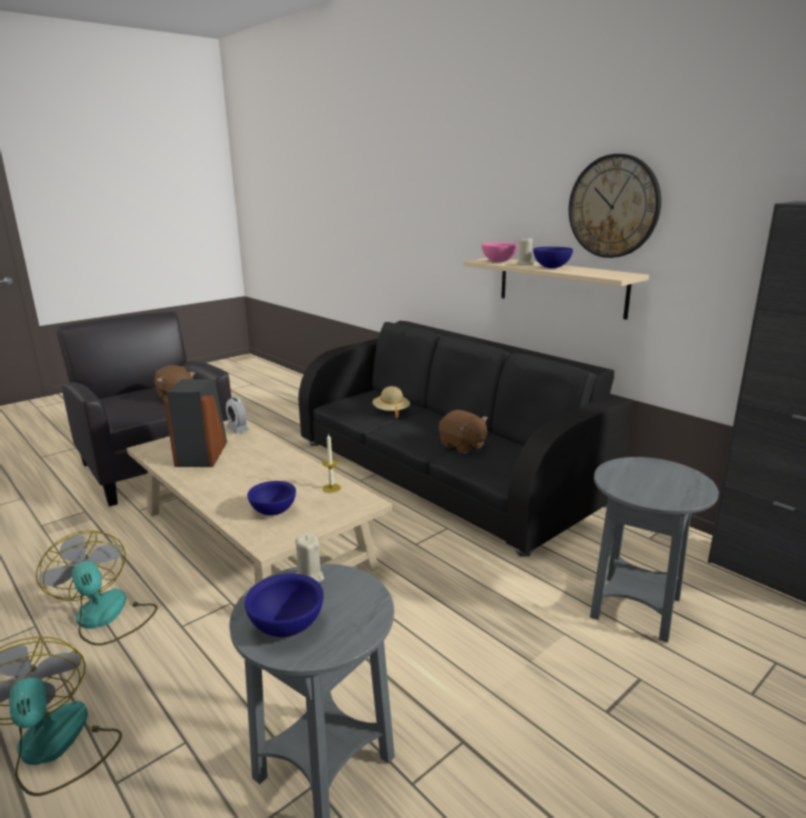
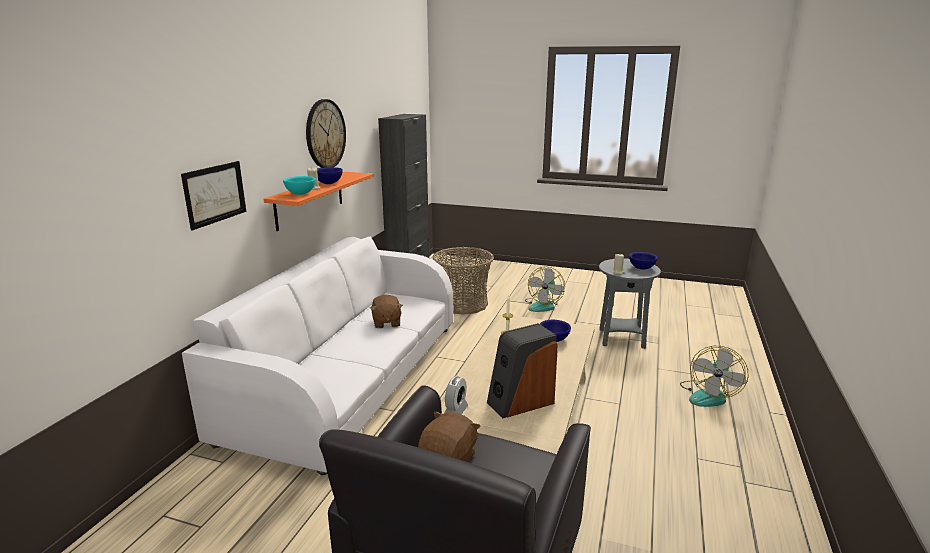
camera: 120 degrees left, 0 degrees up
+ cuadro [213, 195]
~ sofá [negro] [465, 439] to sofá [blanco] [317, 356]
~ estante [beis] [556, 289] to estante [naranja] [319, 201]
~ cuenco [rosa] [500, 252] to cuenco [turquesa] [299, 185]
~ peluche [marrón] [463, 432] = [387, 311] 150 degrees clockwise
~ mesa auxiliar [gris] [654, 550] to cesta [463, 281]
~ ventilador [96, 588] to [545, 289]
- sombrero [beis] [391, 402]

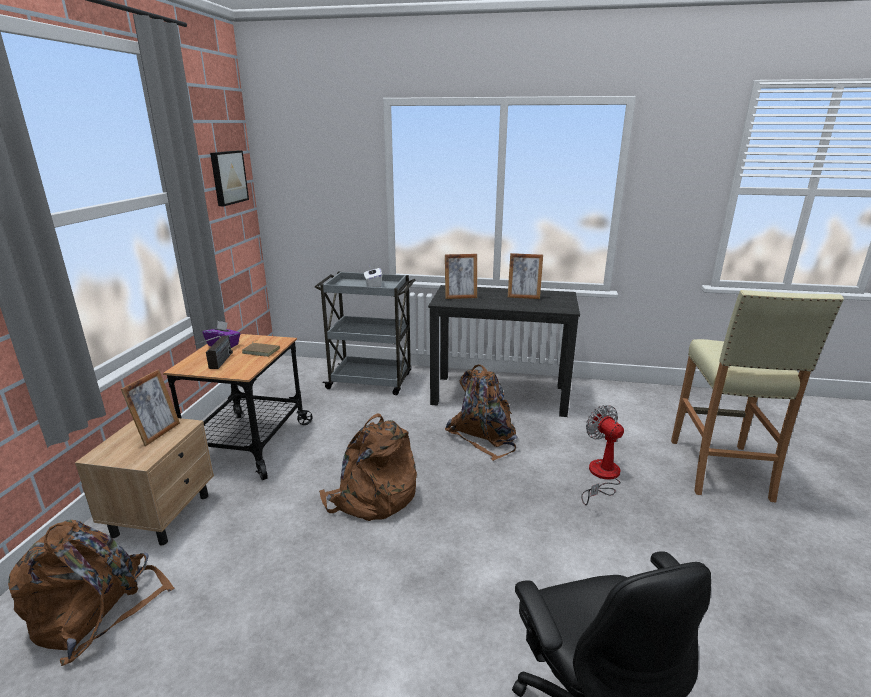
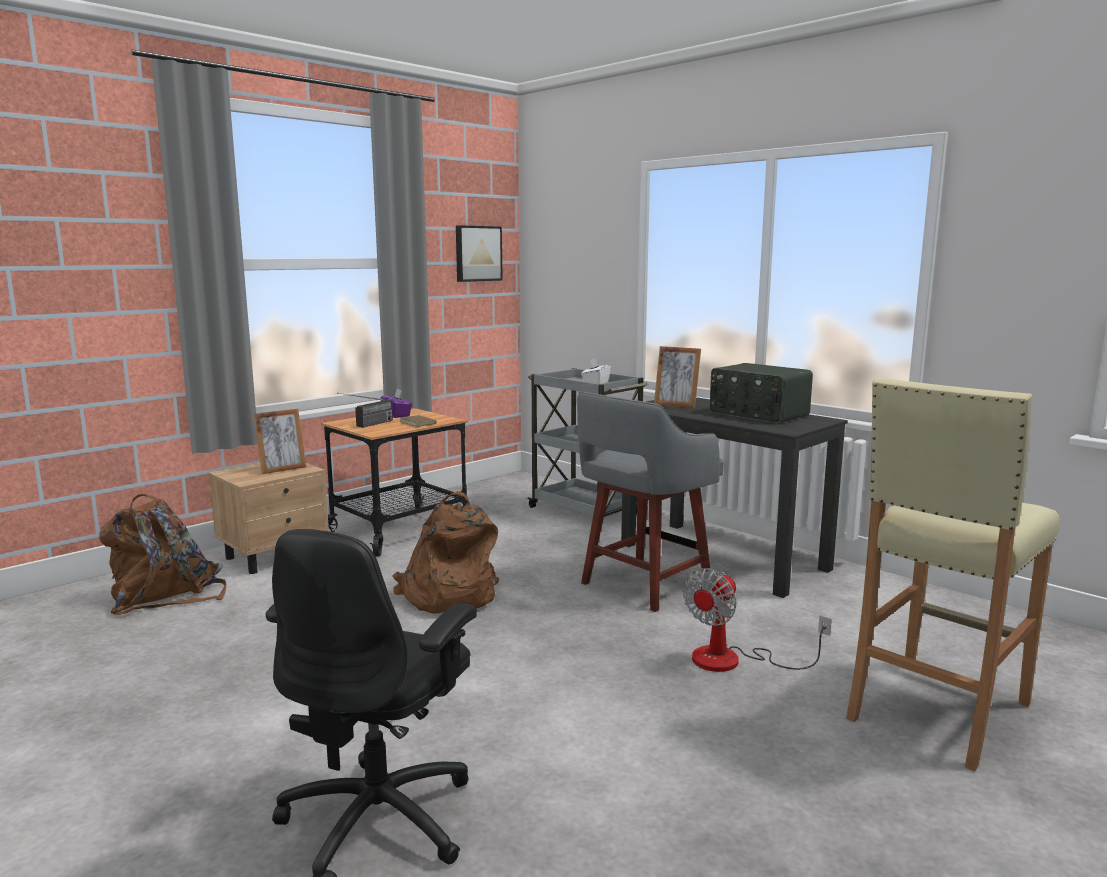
camera: 35 degrees right, 10 degrees down
~ mochila [marrón] [481, 413] to taburete [gris] [650, 502]
~ ventilador [602, 455] = [757, 620] 150 degrees counterclockwise
~ portarretratos [525, 276] to radio [761, 393]

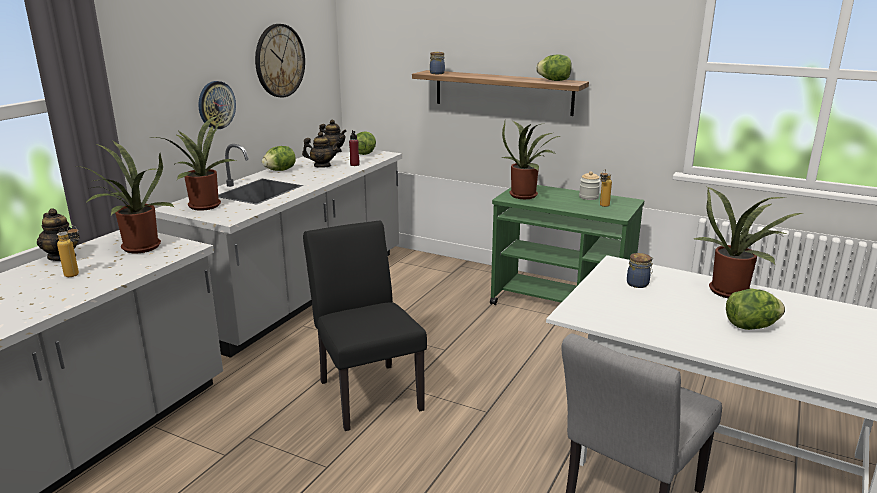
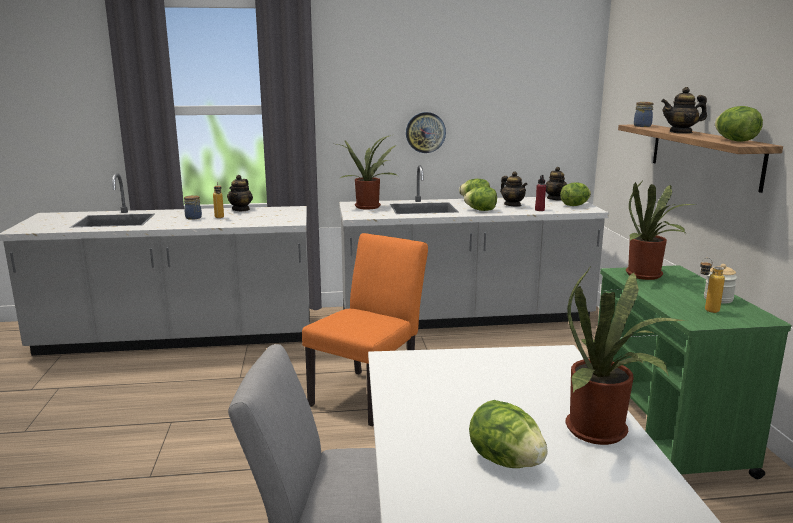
camera: 55 degrees right, 5 degrees down
~ tarro [640, 270] to [193, 207]
~ silla [negro] [365, 326] to silla [naranja] [365, 330]
+ lechuga [480, 199]
+ tetera [684, 110]
- planta en maceta [126, 197]
- reloj de pared [280, 61]

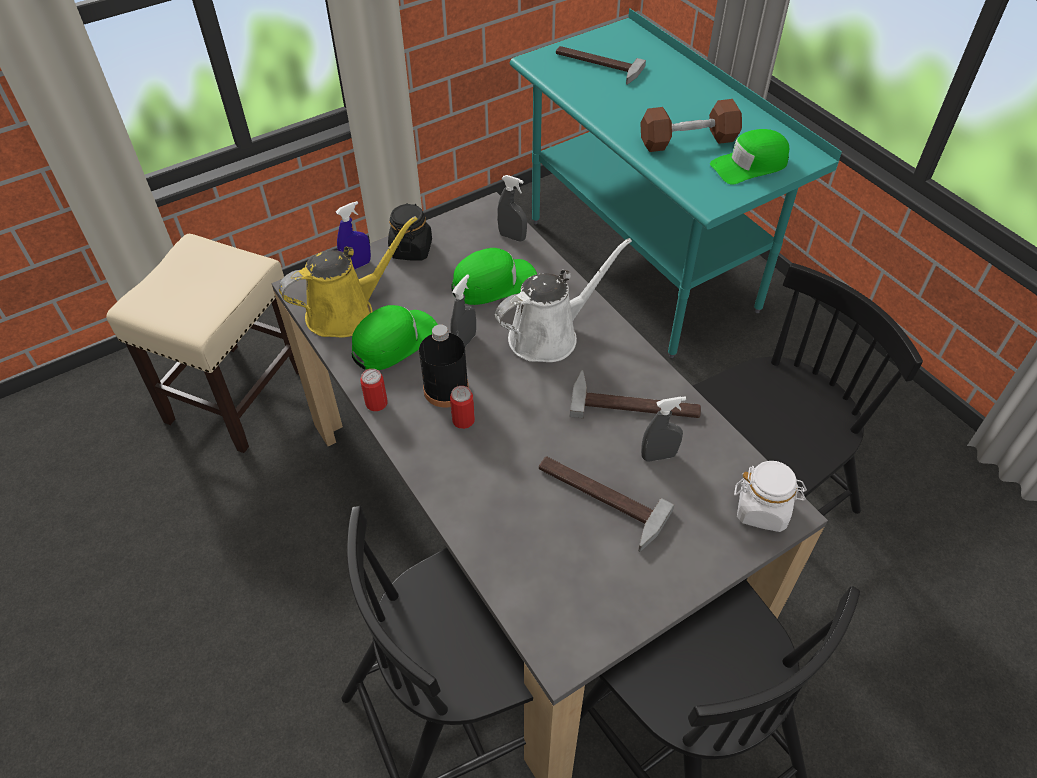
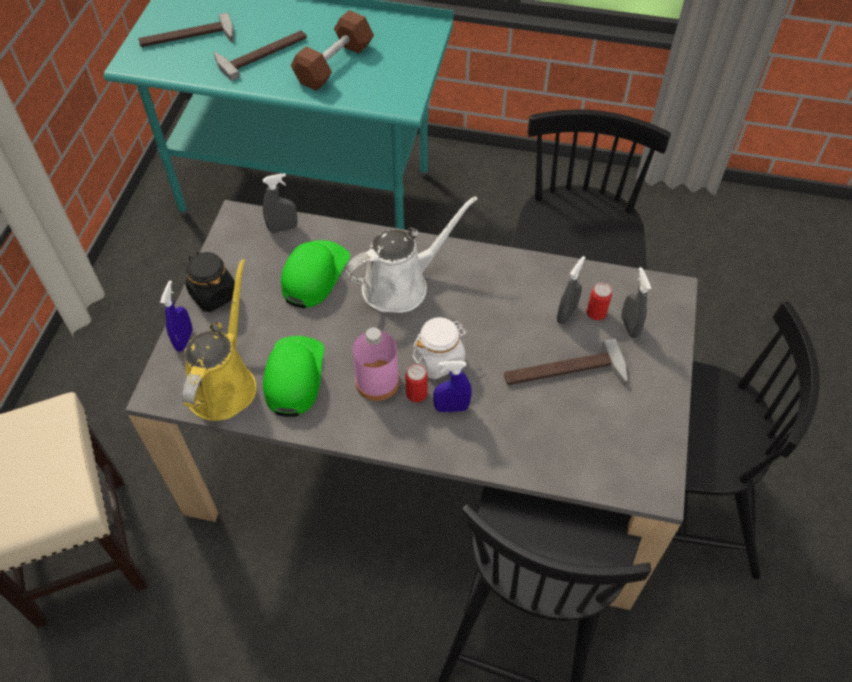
camera: 45 degrees left, 5 degrees up
~ martillo [635, 394] to [260, 55]
~ regadera [blanco] [563, 300] = [412, 254] 45 degrees clockwise
~ botella [negro] [444, 366] to botella [rosa] [375, 364]
~ tarro [blanco] [770, 496] to [440, 348]
+ pulverizador [azul] [452, 386]
~ lata [374, 390] to [599, 301]
~ pulverizador [gris] [463, 310] to [636, 302]
- gorra [verde] [749, 157]

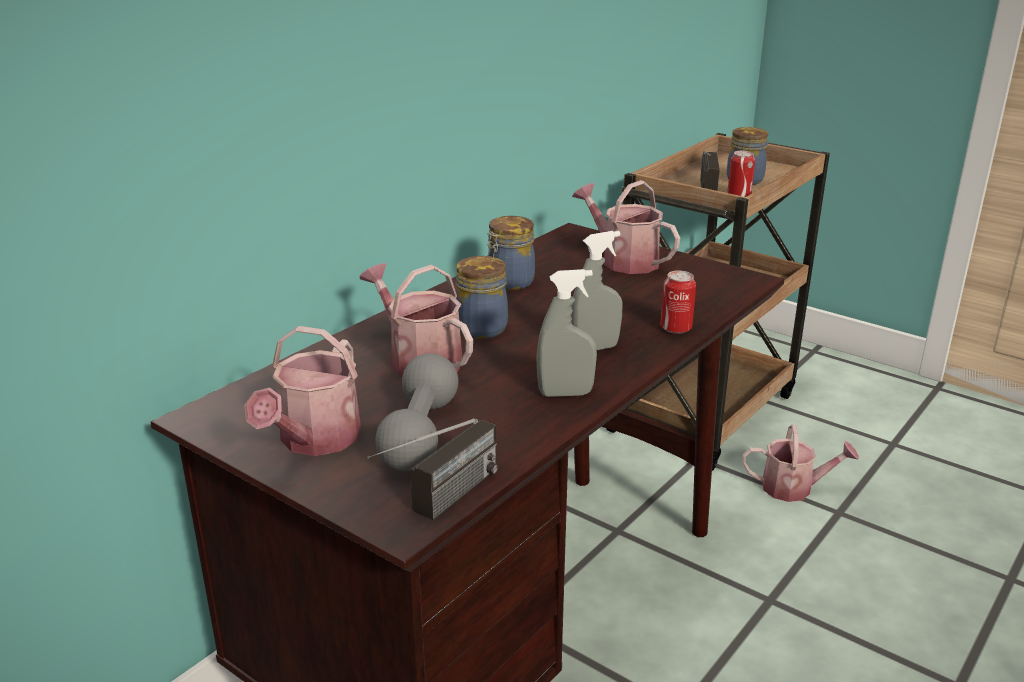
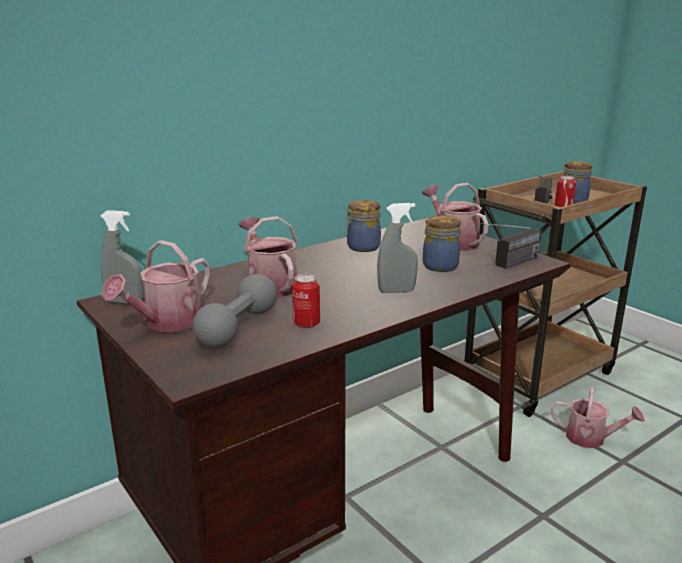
camera: 15 degrees right, 5 degrees down
~ pulverizador [gris] [566, 333] to [121, 256]
~ lata [678, 302] to [306, 301]
~ tarro [482, 297] to [442, 243]
~ radio [432, 469] to [511, 246]

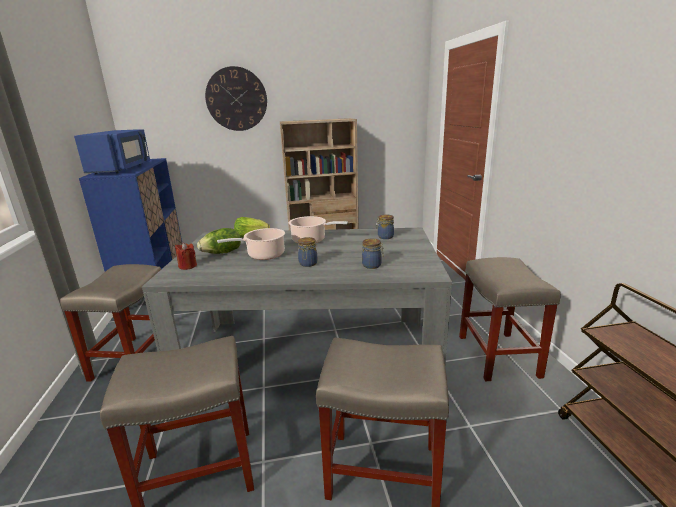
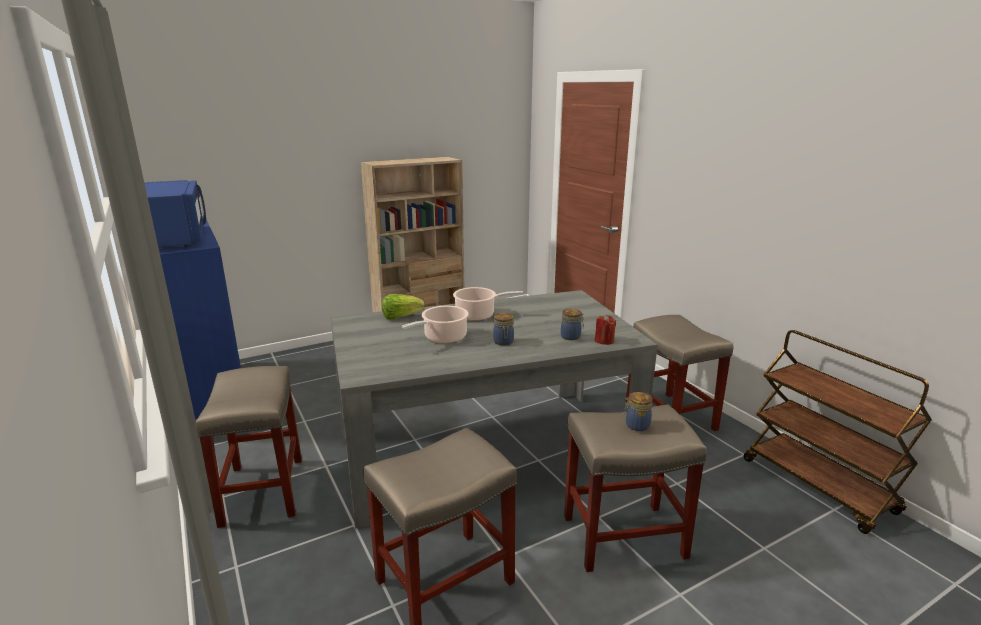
camera: 20 degrees left, 0 degrees up
~ vela [rojo] [186, 256] to [605, 330]
~ tarro [385, 226] to [638, 411]
- lechuga [219, 241]
- reloj de pared [236, 98]

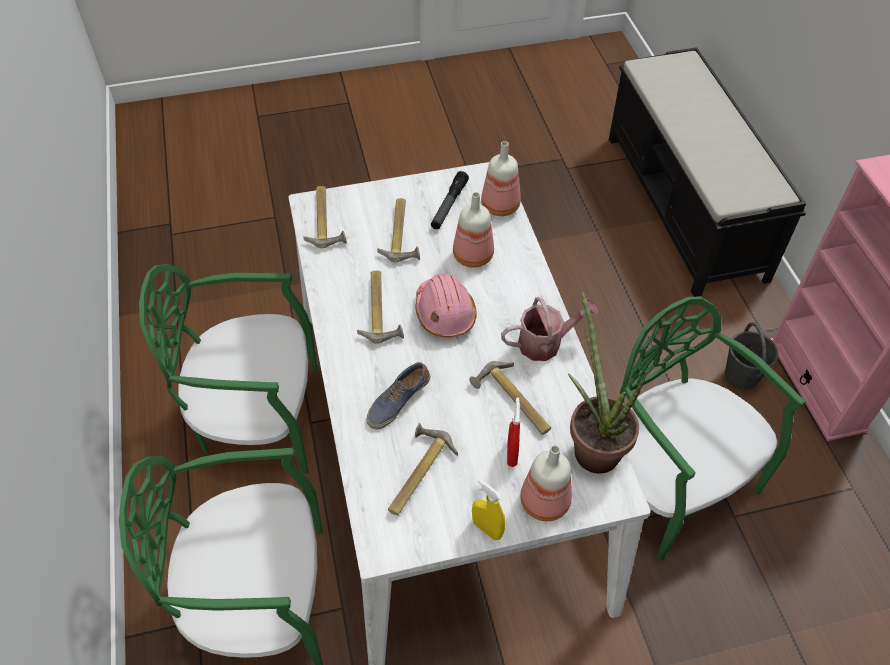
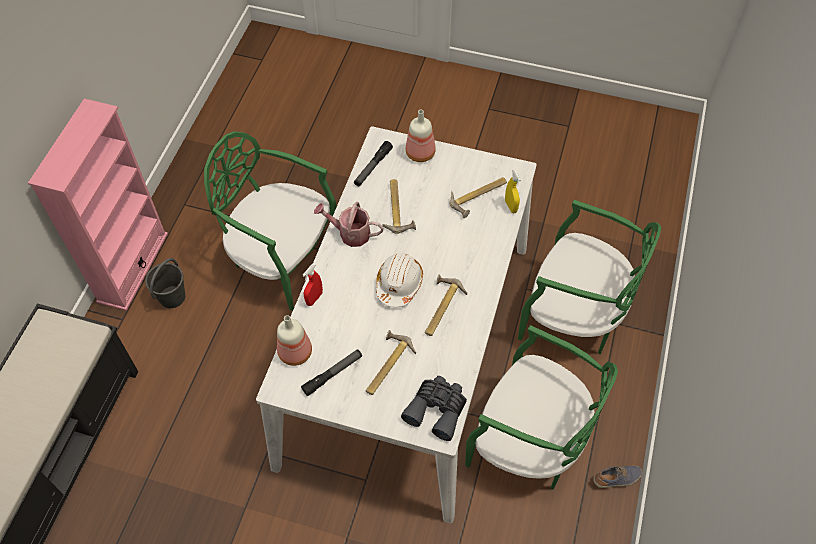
camera: 150 degrees left, 5 degrees up
~ silla [verde] [713, 428] = [270, 221] 120 degrees clockwise
~ pulverizador [rojo] [513, 432] to [313, 285]
~ planta en maceta [607, 381] to linterna [373, 163]
~ casco [rosa] [446, 306] to casco [blanco] [399, 280]
~ martillo [325, 217] to prismáticos [gris] [434, 408]
~ pulverizador [amarillo] [488, 509] to [513, 191]
~ zapato [398, 395] to [618, 477]
- botella [473, 229]

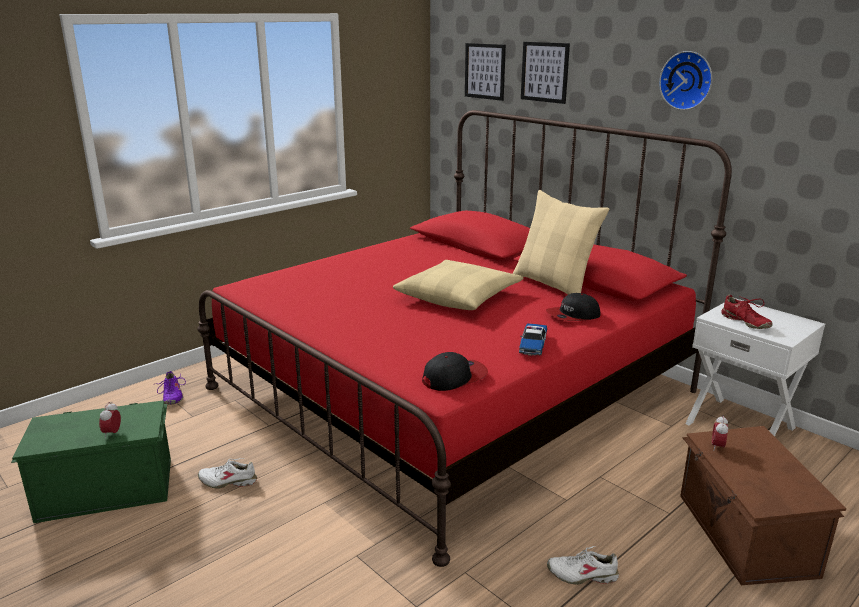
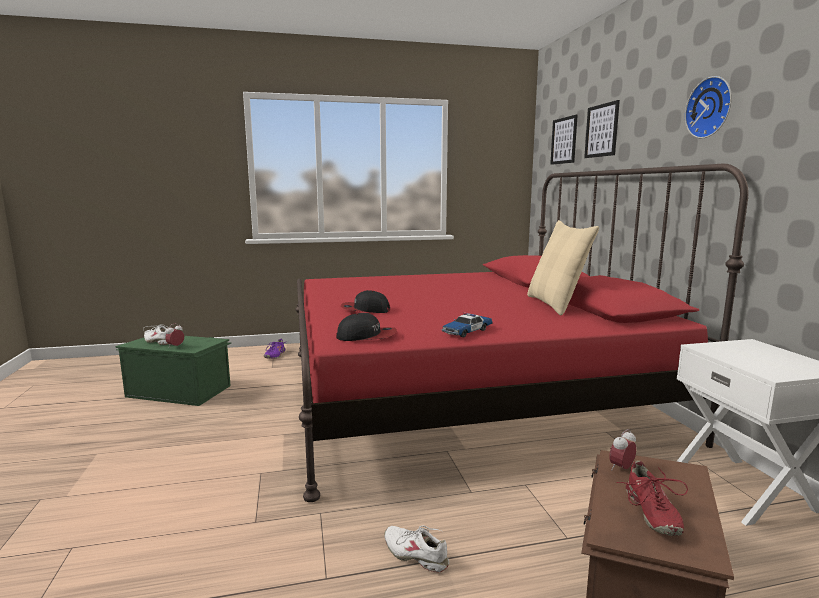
camera: 30 degrees right, 10 degrees down
~ zapato [blanco] [227, 473] to [160, 335]
~ gorra [573, 307] to [365, 301]
~ zapato [rojo] [747, 311] to [652, 498]
- cojín [beis] [458, 285]

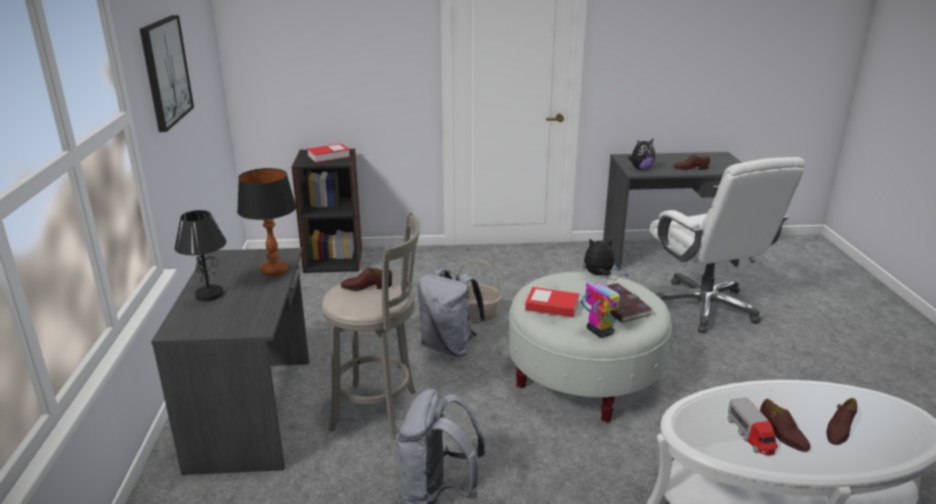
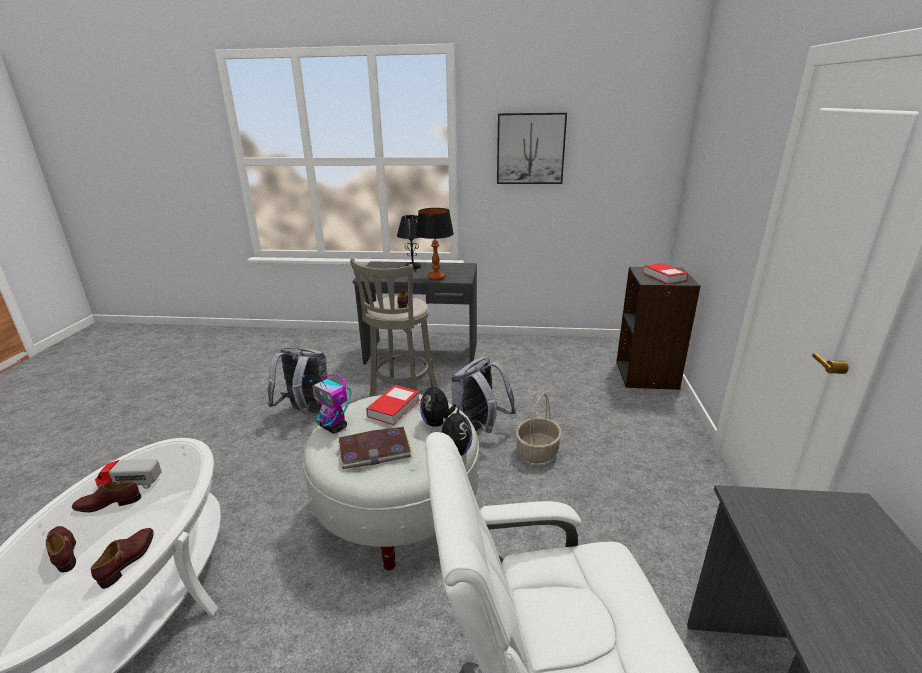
camera: 100 degrees right, 0 degrees up
~ zapato [marrón] [691, 162] to [122, 558]
~ robot de juguete [604, 303] = [326, 404] 60 degrees clockwise
~ peluche [641, 154] to [438, 403]

